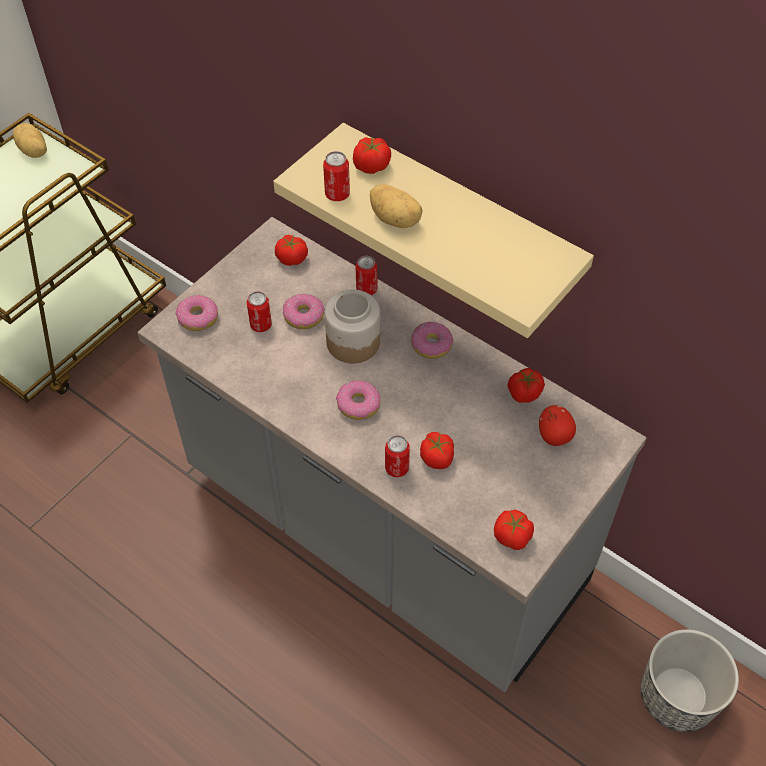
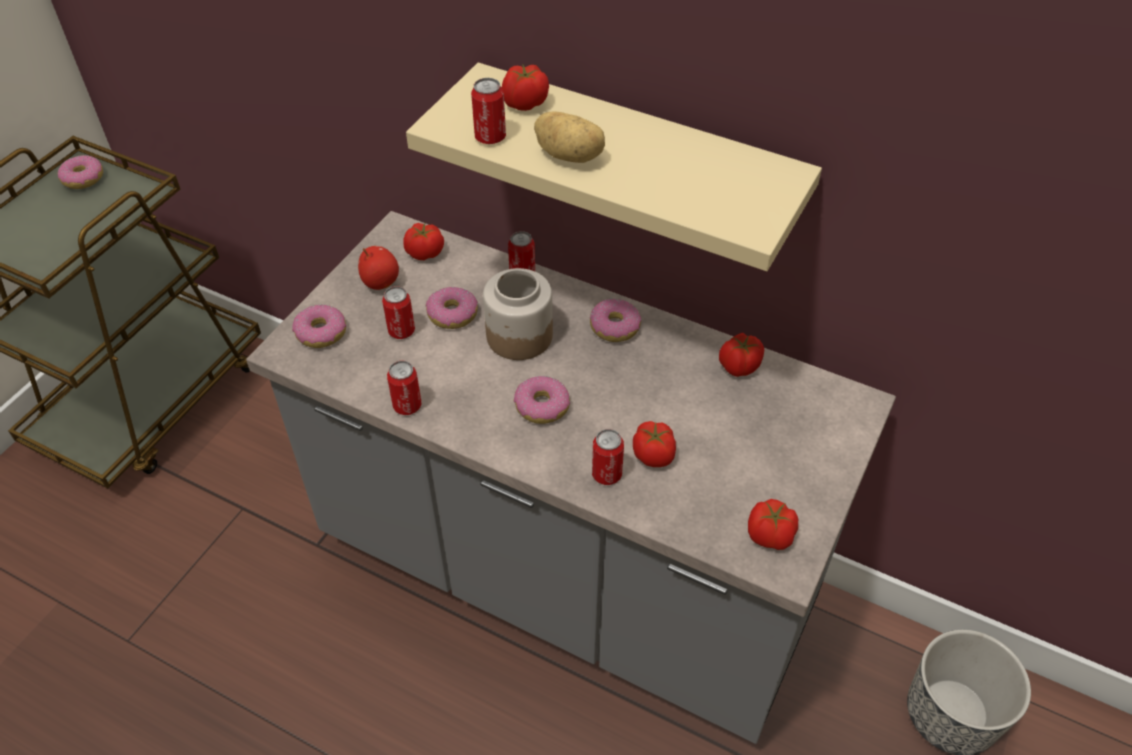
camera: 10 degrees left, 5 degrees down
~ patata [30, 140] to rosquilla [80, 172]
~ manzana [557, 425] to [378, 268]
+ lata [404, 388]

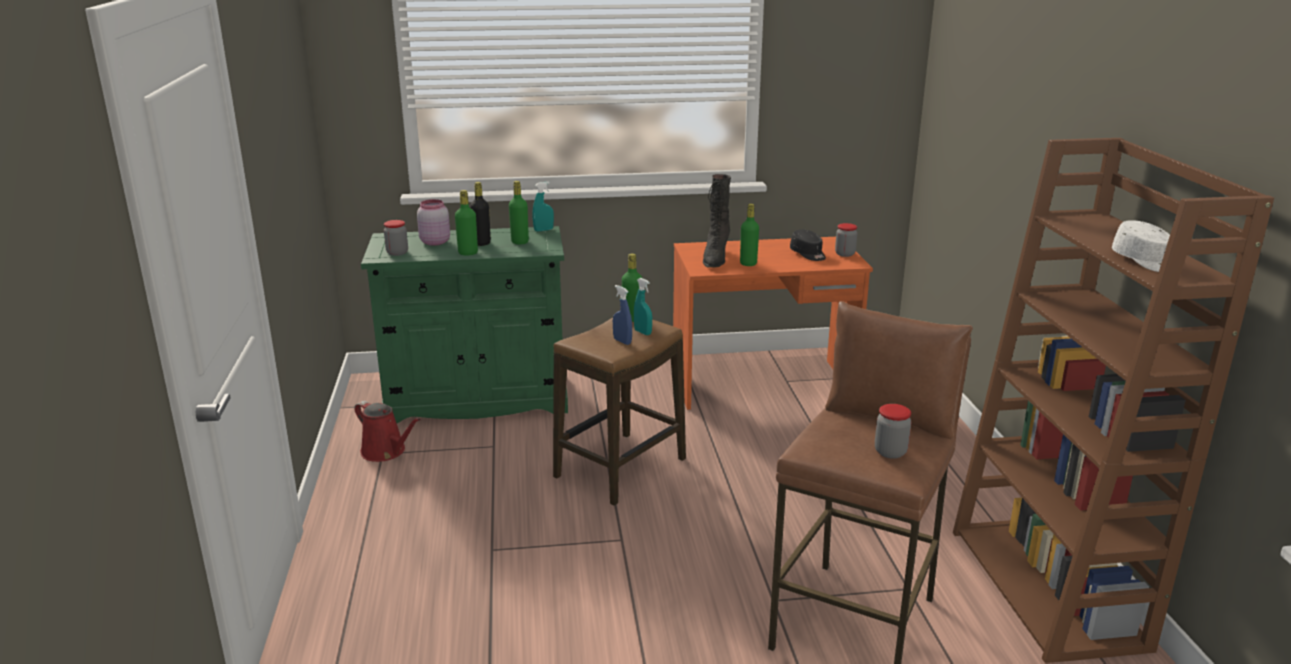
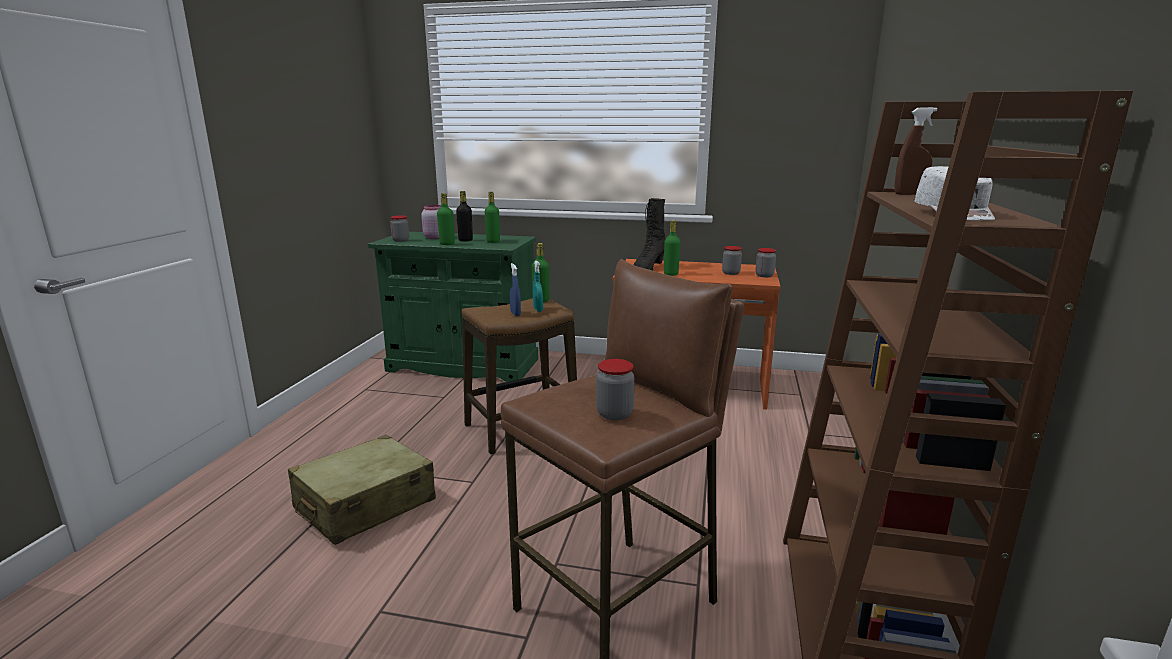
camera: 20 degrees right, 5 degrees down
+ maleta [beis] [362, 490]
~ gorra [negro] [808, 245] to tarro [732, 260]
+ pulverizador [marrón] [916, 151]
- regadera [rojo] [387, 431]
- pulverizador [turquesa] [543, 207]

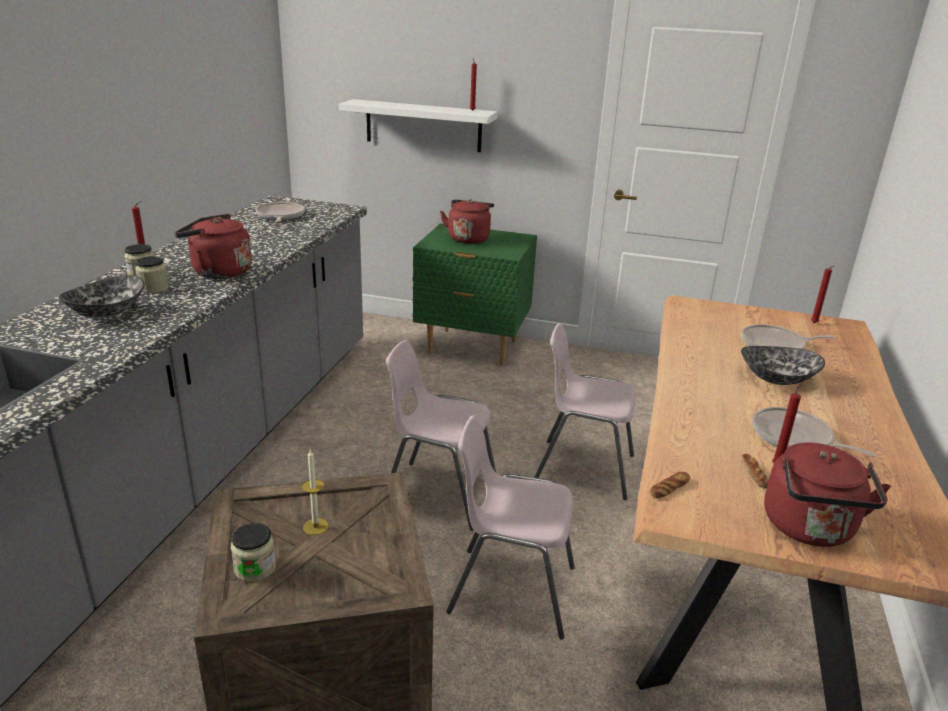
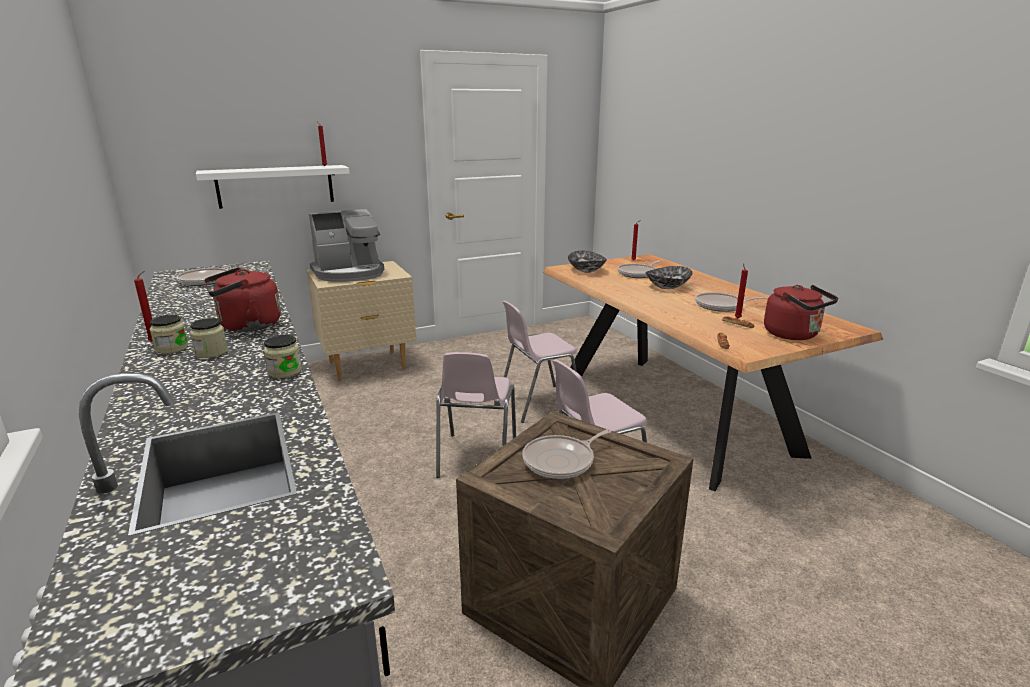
camera: 40 degrees left, 5 degrees down
~ tarro [253, 552] to [283, 356]
~ mesita de noche [verde] [475, 294] to mesita de noche [beis] [361, 321]
~ hervidor [rojo] [467, 221] to cafetera [346, 245]
~ silla [rosa] [441, 435] = [476, 415] 60 degrees counterclockwise
~ vela [315, 492] to sartén [566, 454]
~ cuenco [101, 297] to [587, 262]

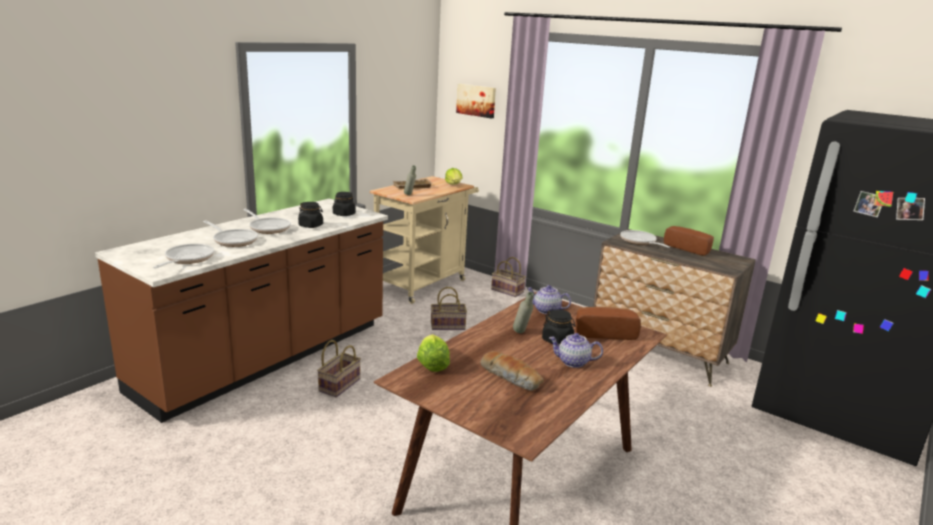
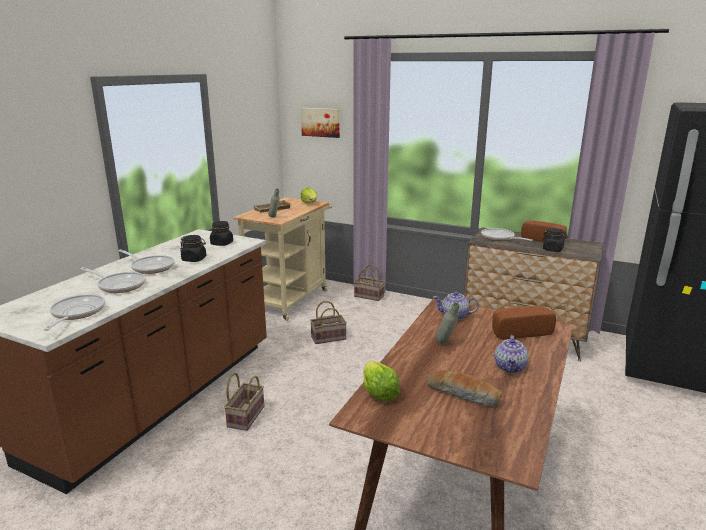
camera: 10 degrees left, 0 degrees up
~ tetera [576, 350] = [511, 354] 75 degrees counterclockwise
~ tarro [negro] [559, 326] to [555, 240]

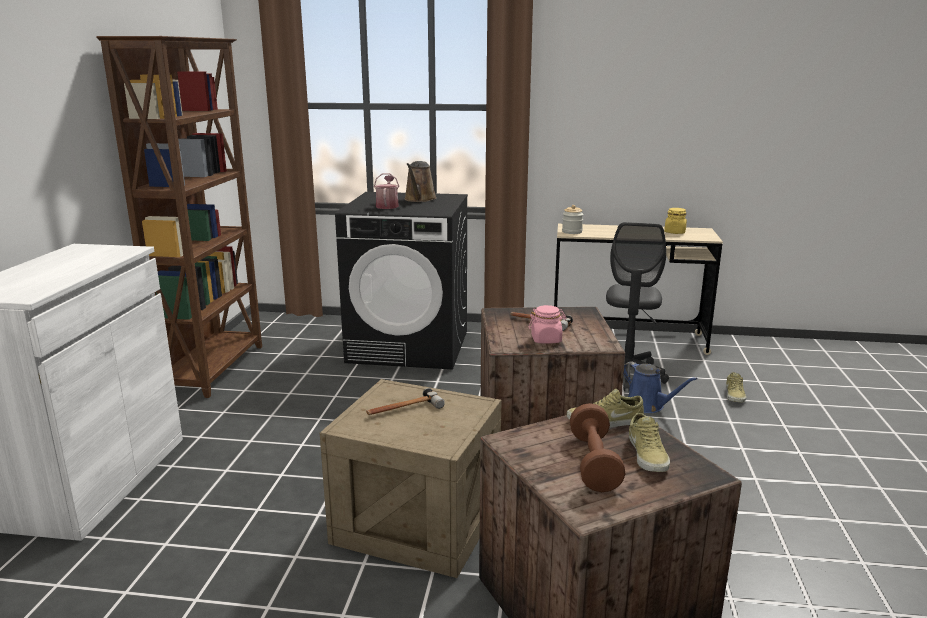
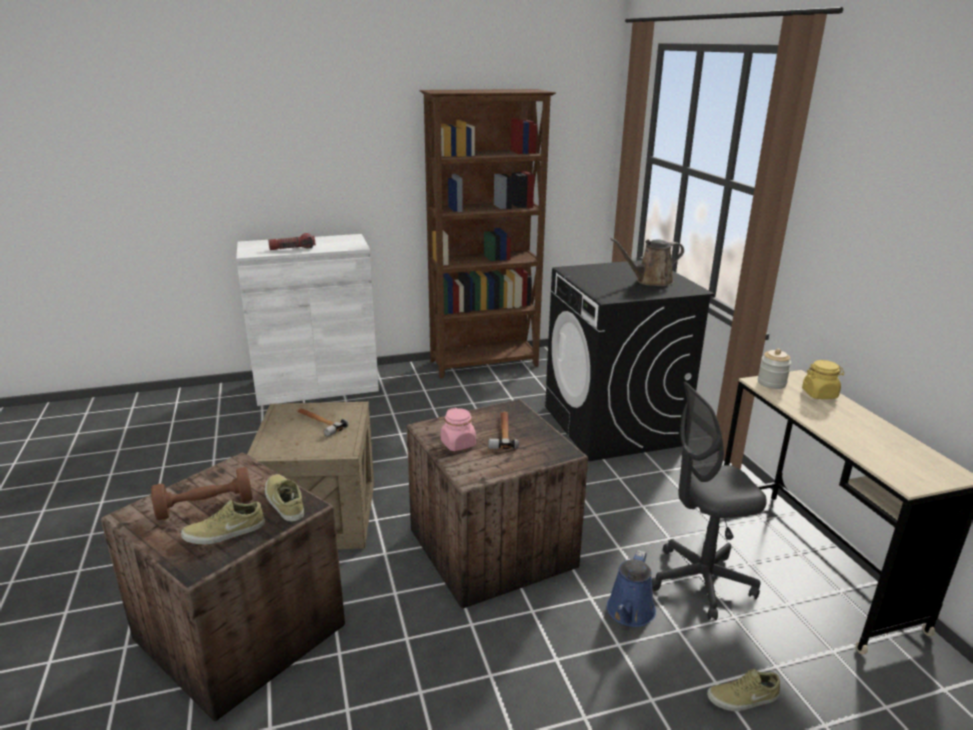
camera: 65 degrees right, 5 degrees up
+ linterna [292, 241]
~ tarro [amarillo] [675, 221] to [823, 379]
- regadera [386, 191]

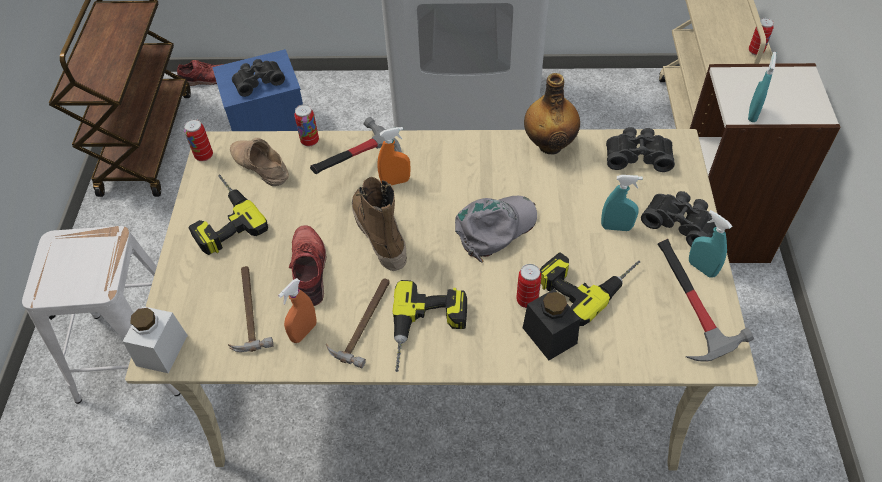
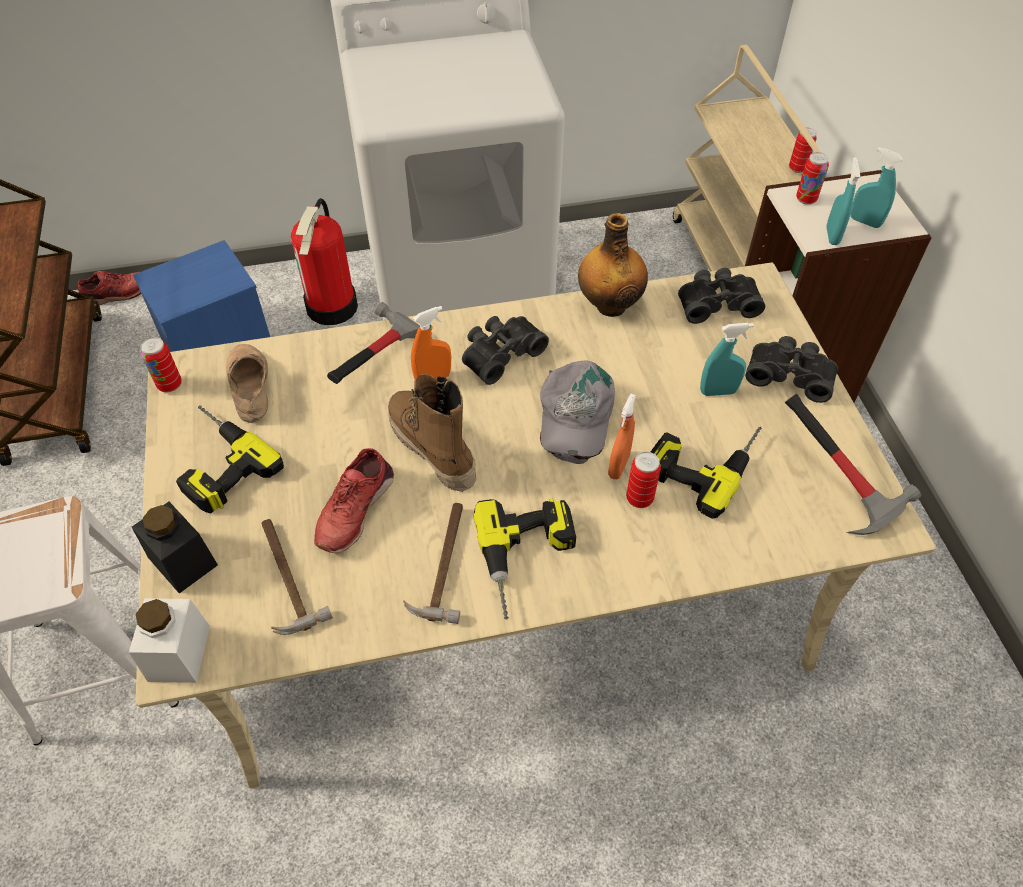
camera: 15 degrees left, 0 degrees up
~ tarro [negro] [551, 324] to [175, 547]
~ zapato [beis] [259, 162] = [247, 383] 45 degrees clockwise
+ extintor [324, 261]
~ zapato [rojo] [308, 265] = [354, 501] 135 degrees counterclockwise
~ prismáticos [negro] [258, 78] to [505, 350]
~ gorra [gris] [496, 229] = [577, 412] 150 degrees clockwise
~ pulverizador [naranja] [297, 310] to [622, 436]
~ lata [306, 125] to [812, 178]
~ pulverizador [turquesa] [710, 244] to [877, 187]

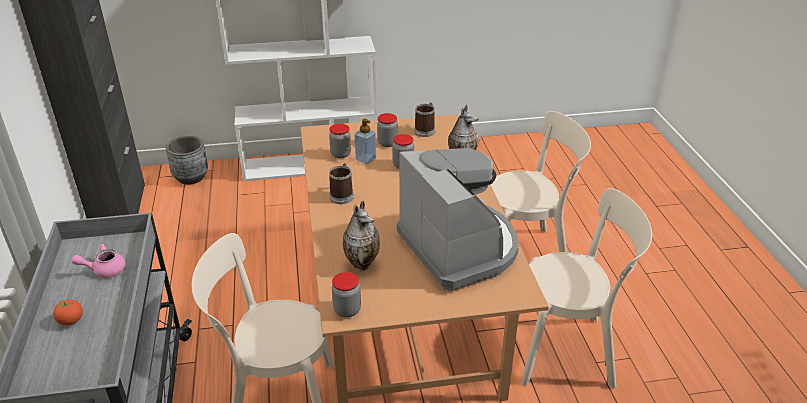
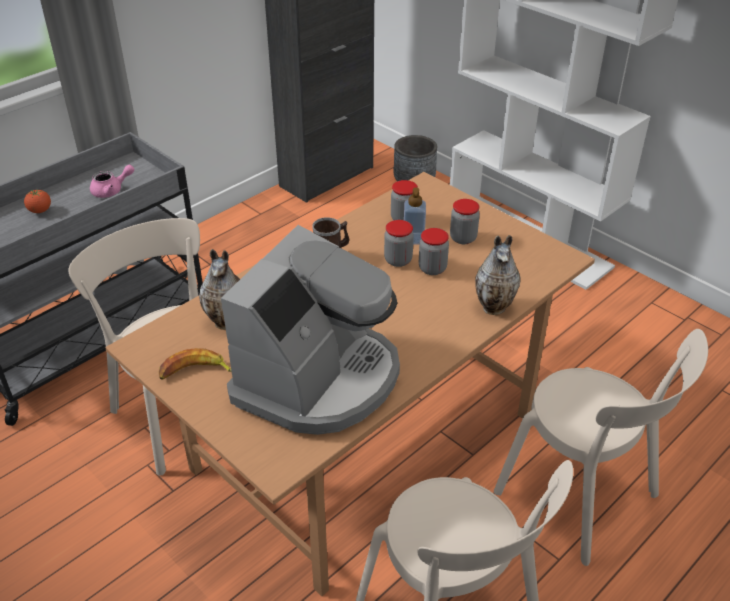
camera: 55 degrees right, 5 degrees up
~ tetera [rosa] [98, 260] = [112, 181] 120 degrees clockwise
+ plátano [195, 364]
~ tarro [346, 295] to [399, 243]
- taza grande [424, 120]

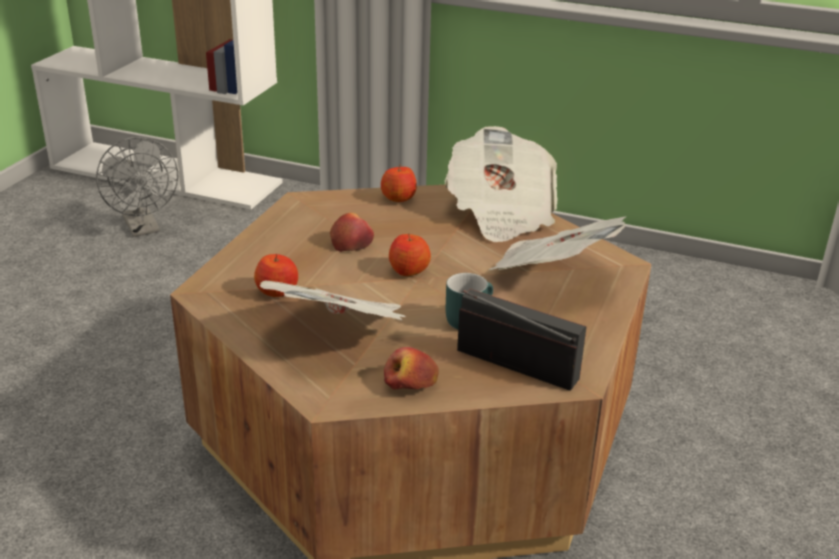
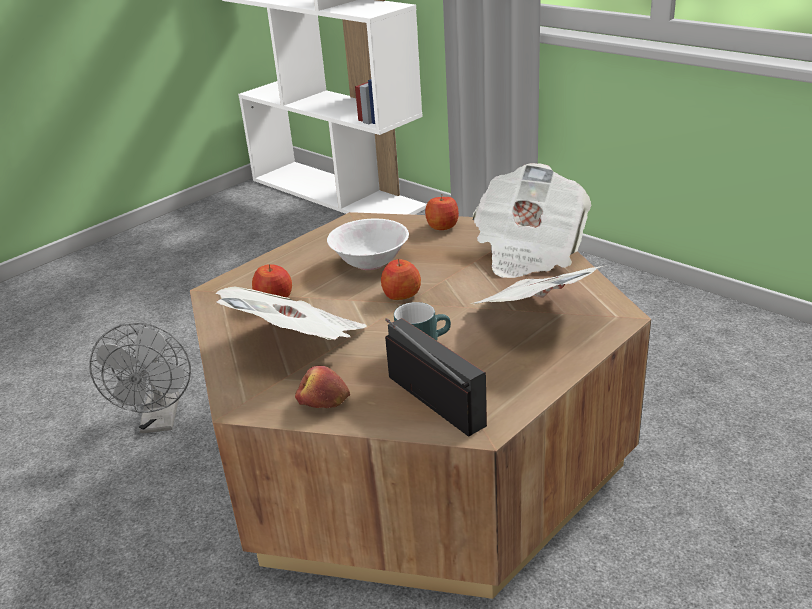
camera: 25 degrees right, 0 degrees up
~ ventilador [gris] [137, 187] to [140, 378]
~ manzana [352, 232] to cuenco [blanco] [368, 244]

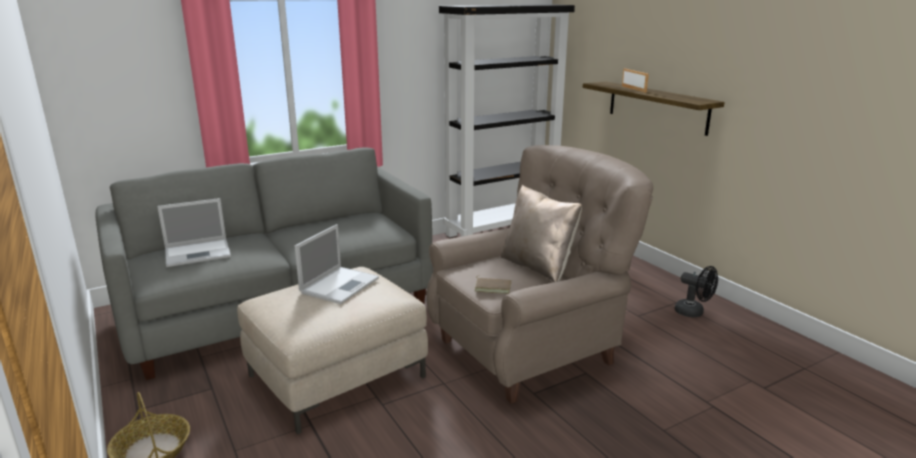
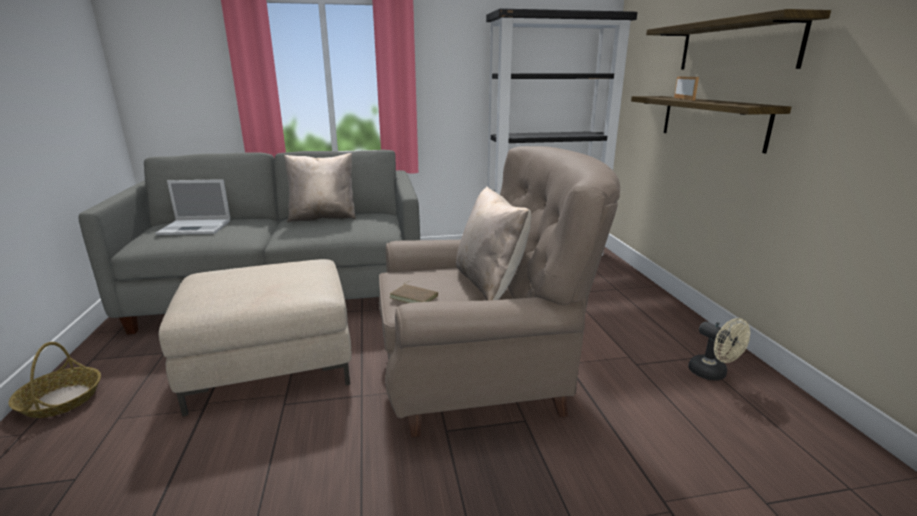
camera: 20 degrees right, 0 degrees up
+ cojín [beis] [320, 187]
+ estante [738, 39]
~ ventilador [negro] [696, 292] to ventilador [beis] [719, 349]
- portátil [337, 264]

